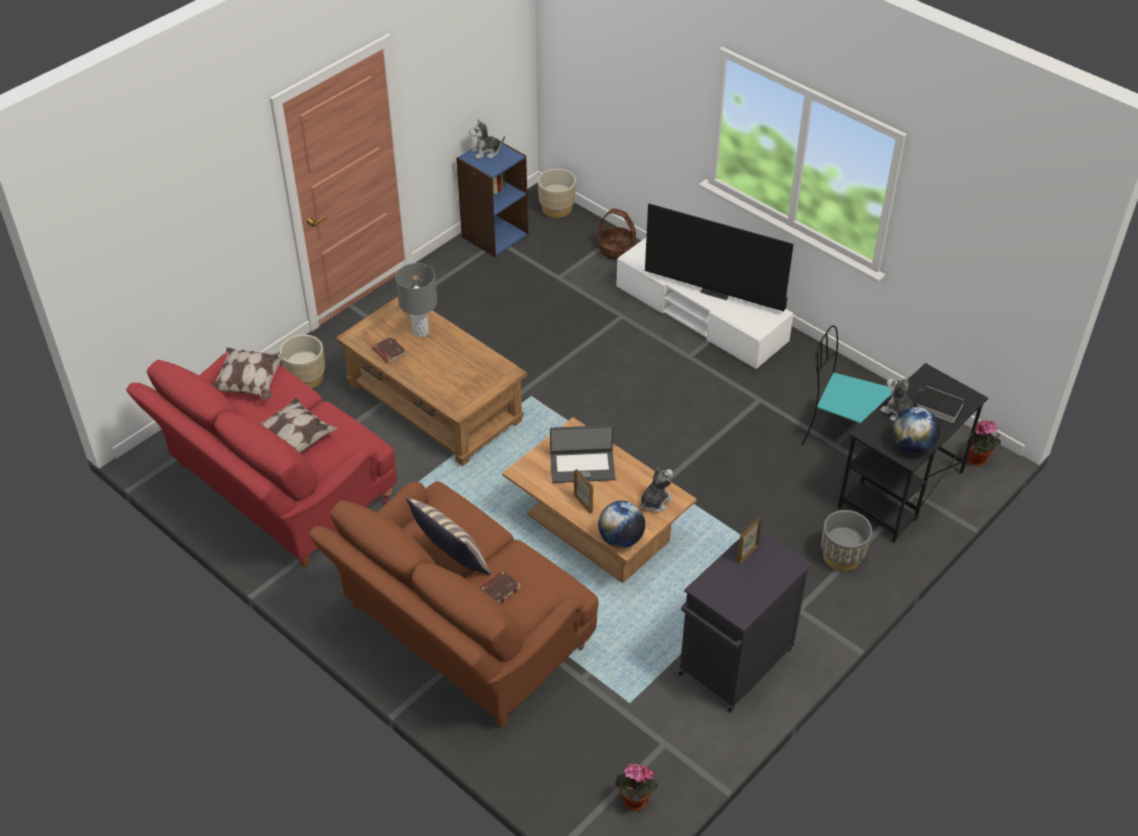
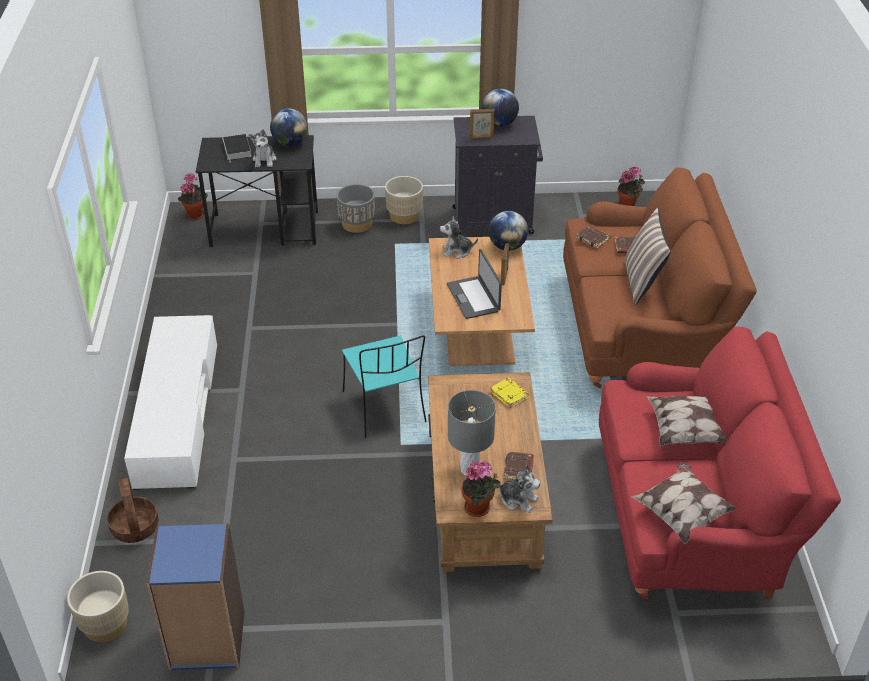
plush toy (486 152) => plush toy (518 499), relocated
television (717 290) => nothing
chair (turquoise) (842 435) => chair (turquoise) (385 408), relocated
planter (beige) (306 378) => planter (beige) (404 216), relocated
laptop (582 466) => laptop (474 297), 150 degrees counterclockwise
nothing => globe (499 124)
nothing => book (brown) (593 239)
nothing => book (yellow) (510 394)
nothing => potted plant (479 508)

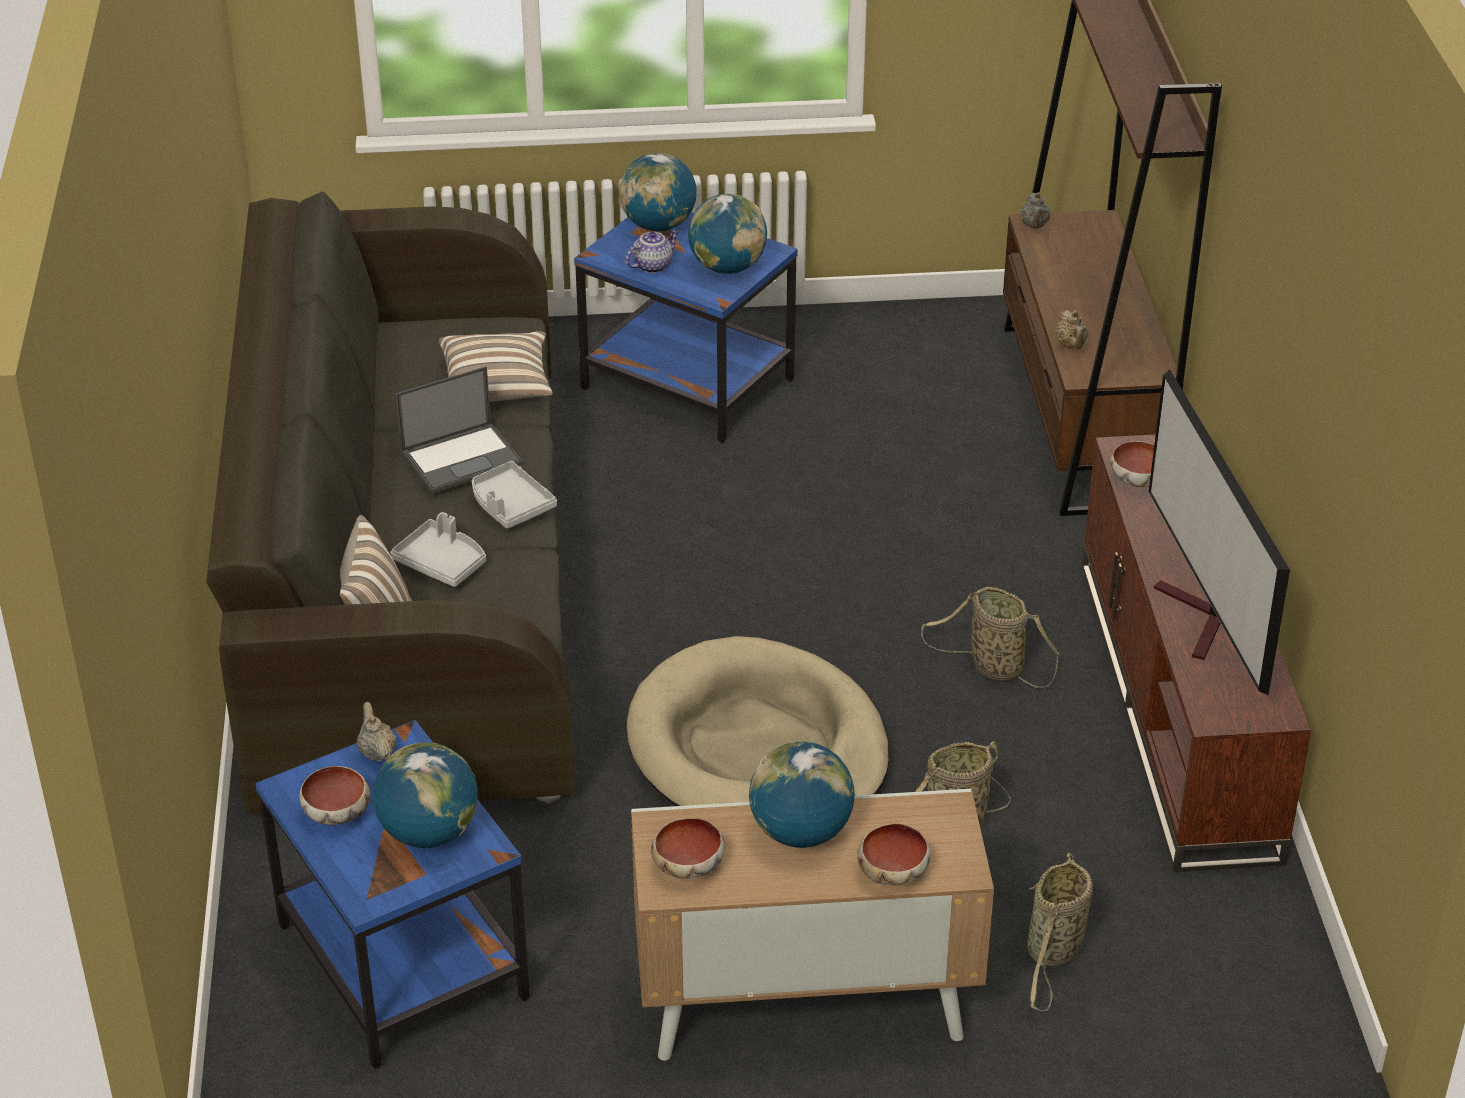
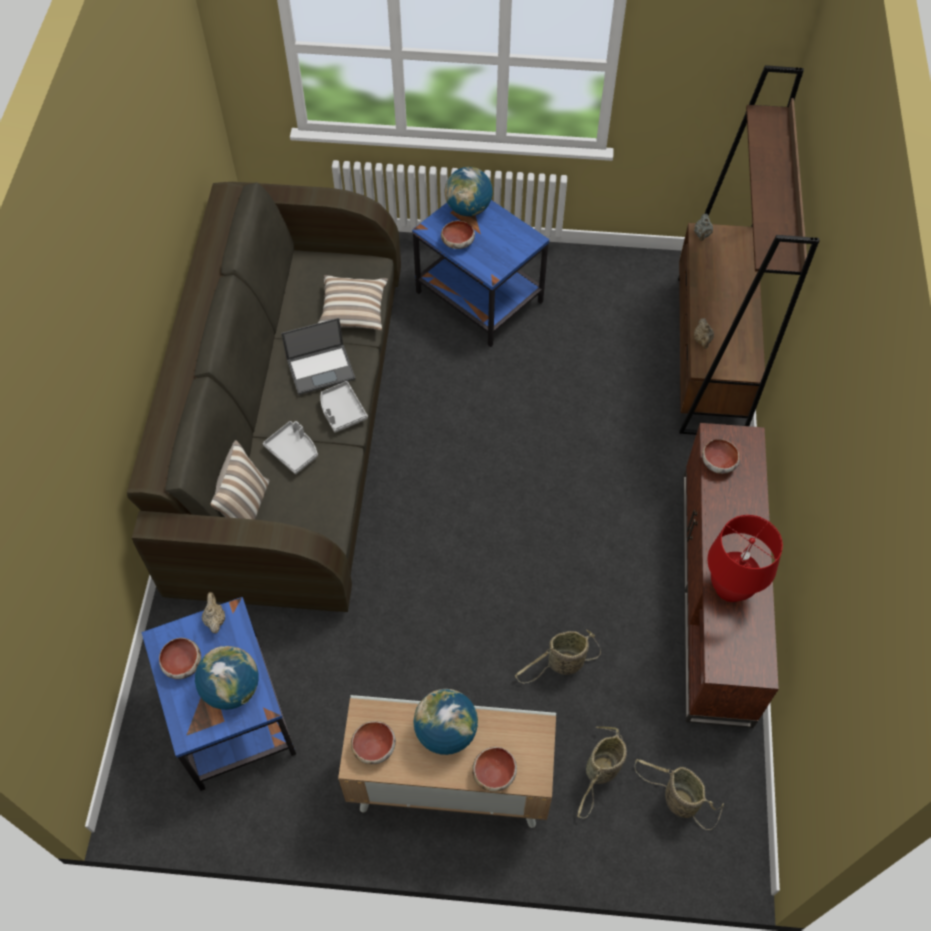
globe (727 268) => nothing
teapot (653 265) => bowl (458 242)
television (1201 620) => table lamp (red) (731 587)
basket (992 666) => basket (677 799), relocated
dog bed (beige) (758 749) => nothing

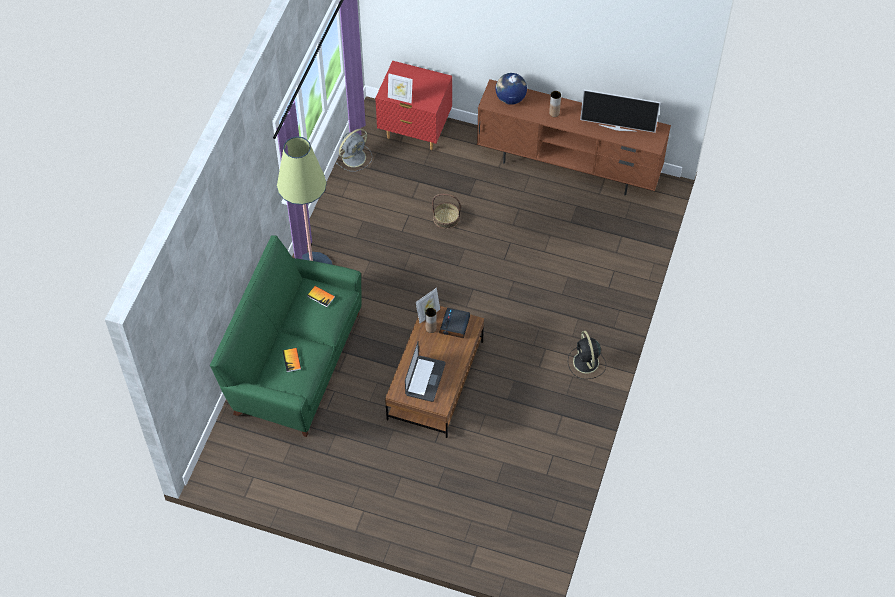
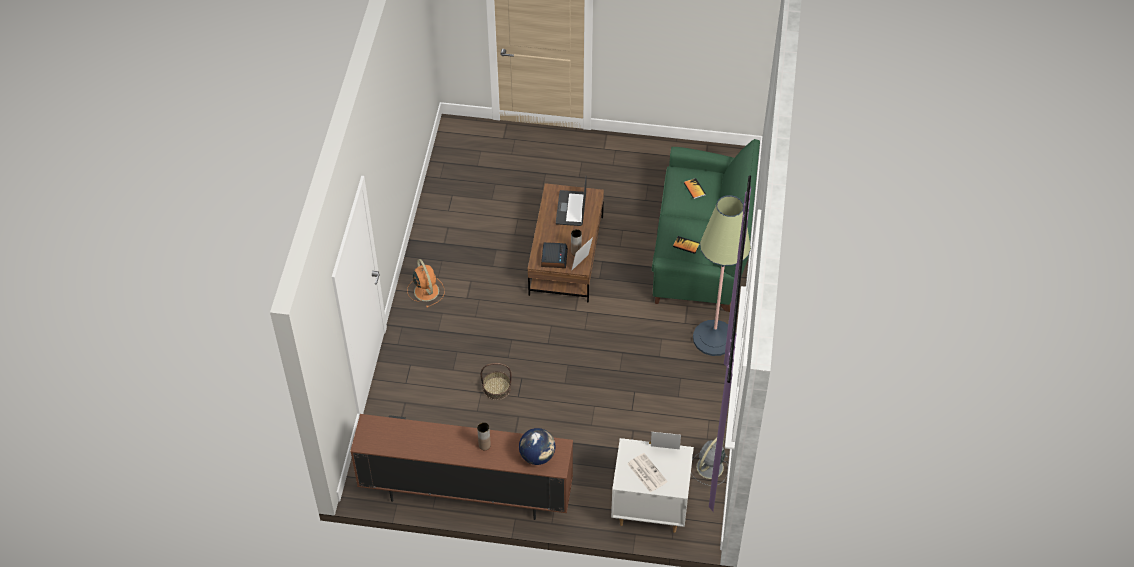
nightstand (red) (415 131) => nightstand (white) (650 510)
television (617 127) => nothing
basket (446 218) => basket (496 388), relocated
fan (black) (586 363) => fan (orange) (426 290)
nothing => newspaper (646 472)

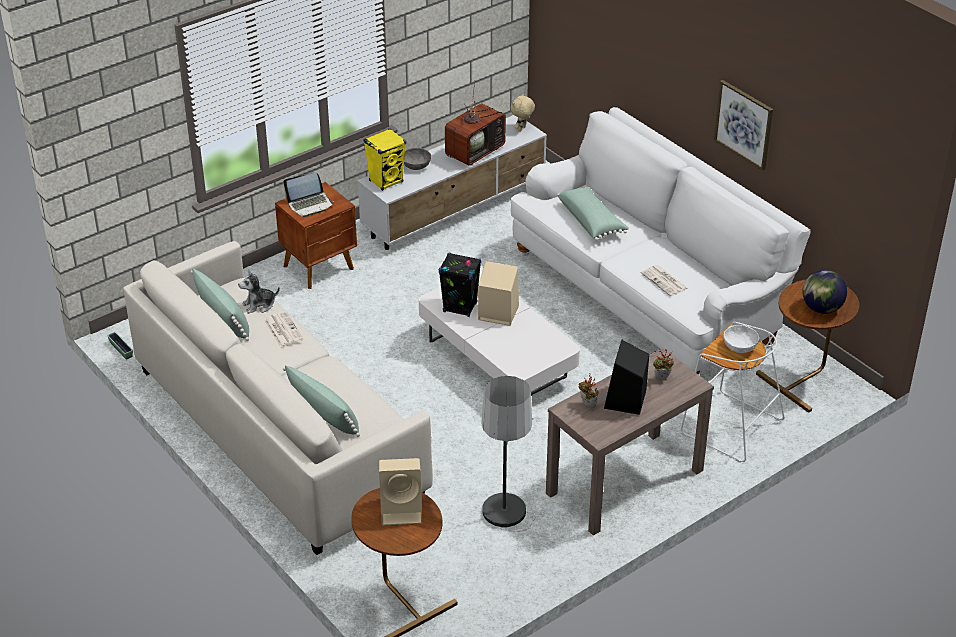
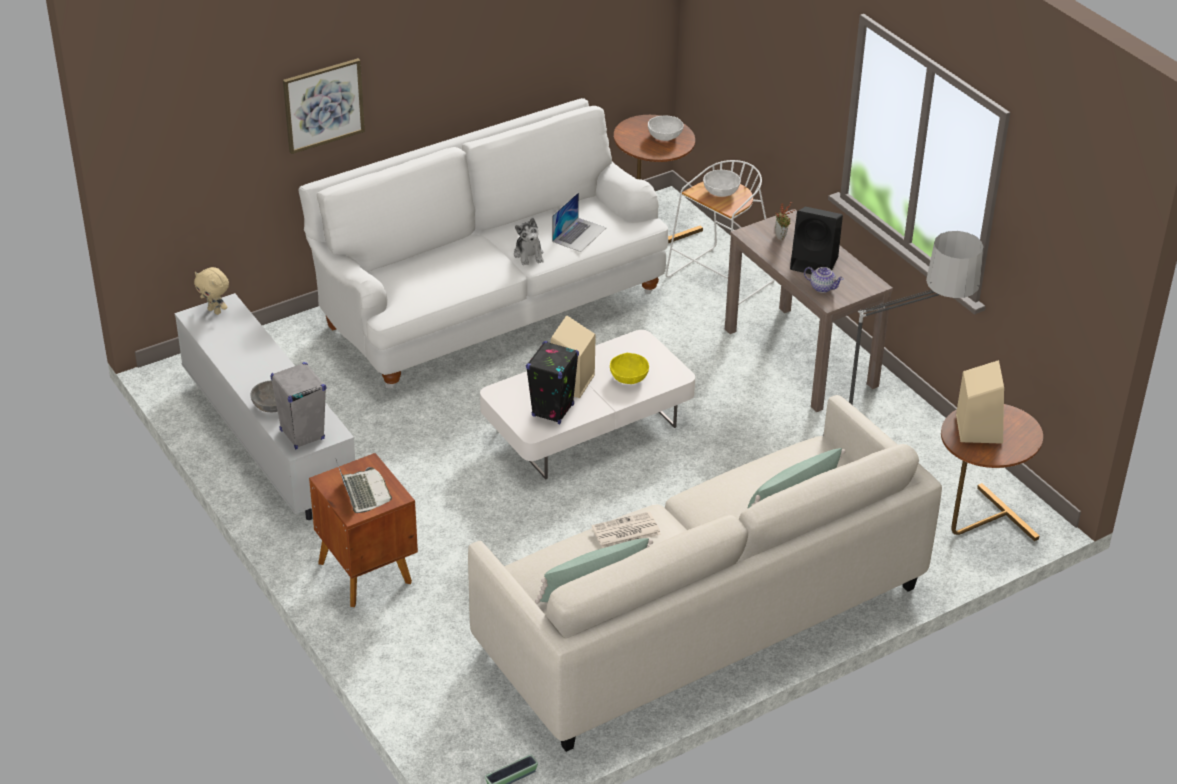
picture (744 124) => picture (323 105), relocated
television (475 151) => nothing
speaker (yellow) (386 181) => speaker (grey) (302 434)
pillow (green) (591 221) => nothing
newspaper (665 281) => laptop (579 234)
plush toy (259 305) => plush toy (529 255), relocated
globe (821 308) => bowl (white) (665 136)
potted plant (587 405) => teapot (822 287)
nothing => bowl (yellow) (629 377)

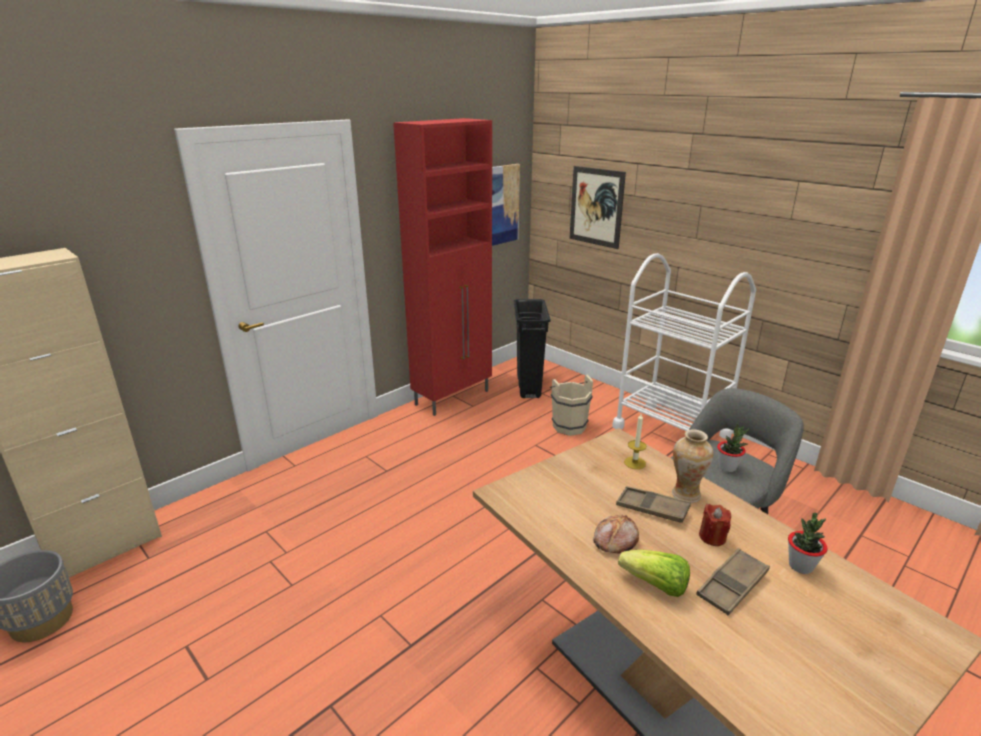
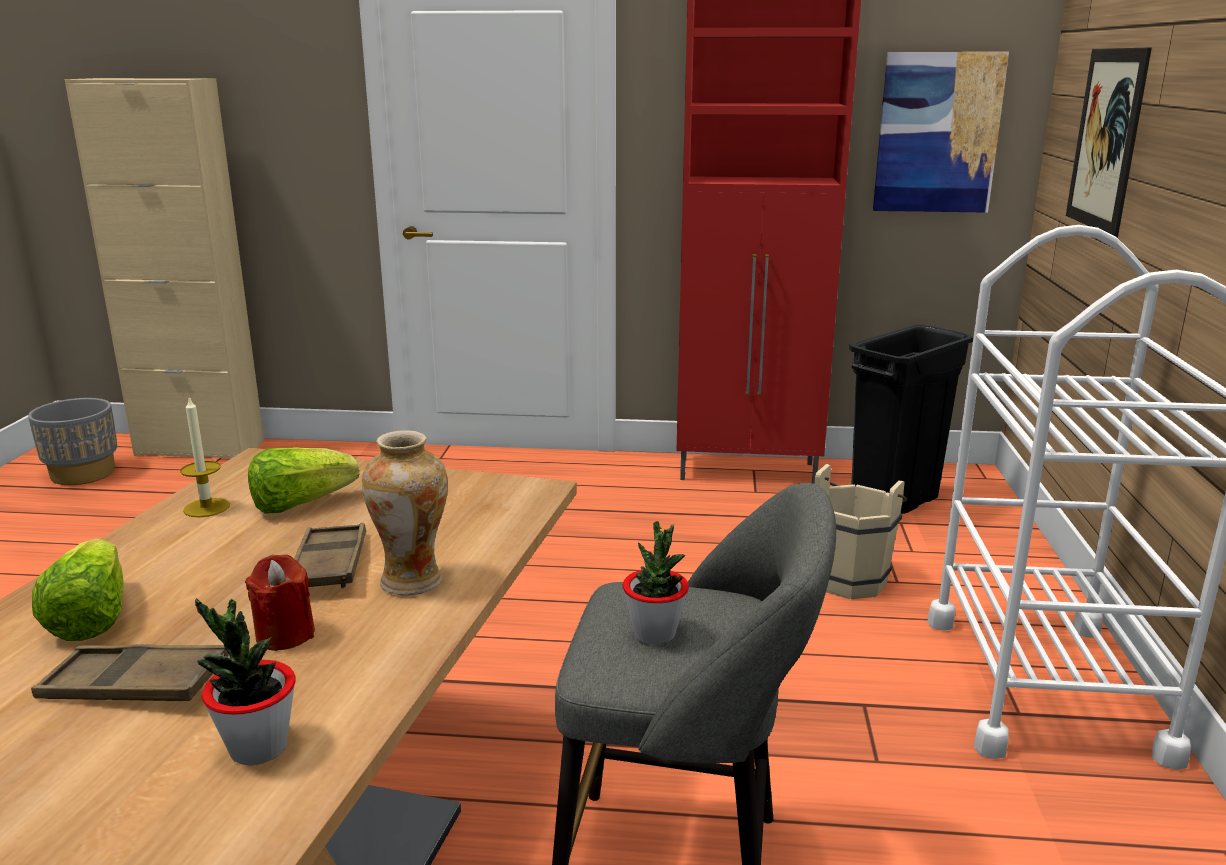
candle (634 463) => candle (206 507), relocated
bread (614 540) => nothing
nothing => lettuce (300 504)

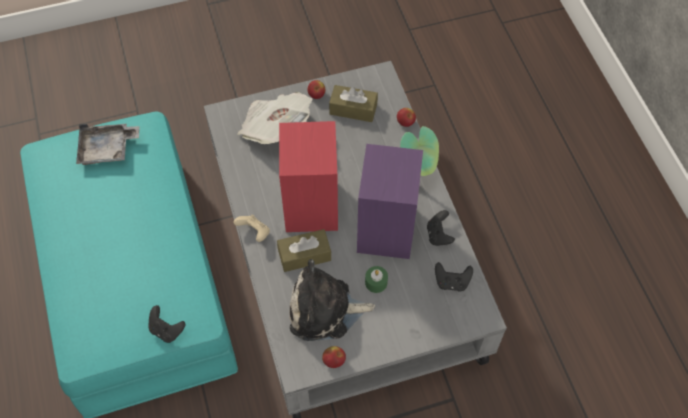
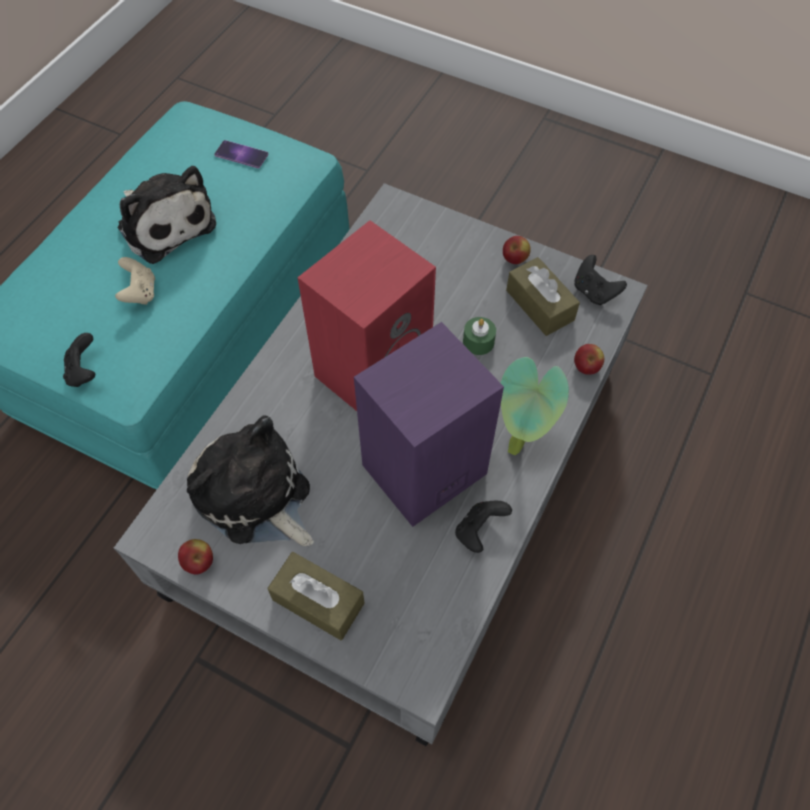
newspaper (275 128) => nothing
tray (grey) (107 149) => phone (241 154)
game controller (beige) (254 233) => game controller (beige) (140 293), relocated
tissue box (brown) (304 255) => tissue box (brown) (318 601), relocated
game controller (black) (451 282) => game controller (black) (594 292), relocated
candle (green) (376 282) => candle (green) (478 342), relocated
nothing => plush toy (165 223)

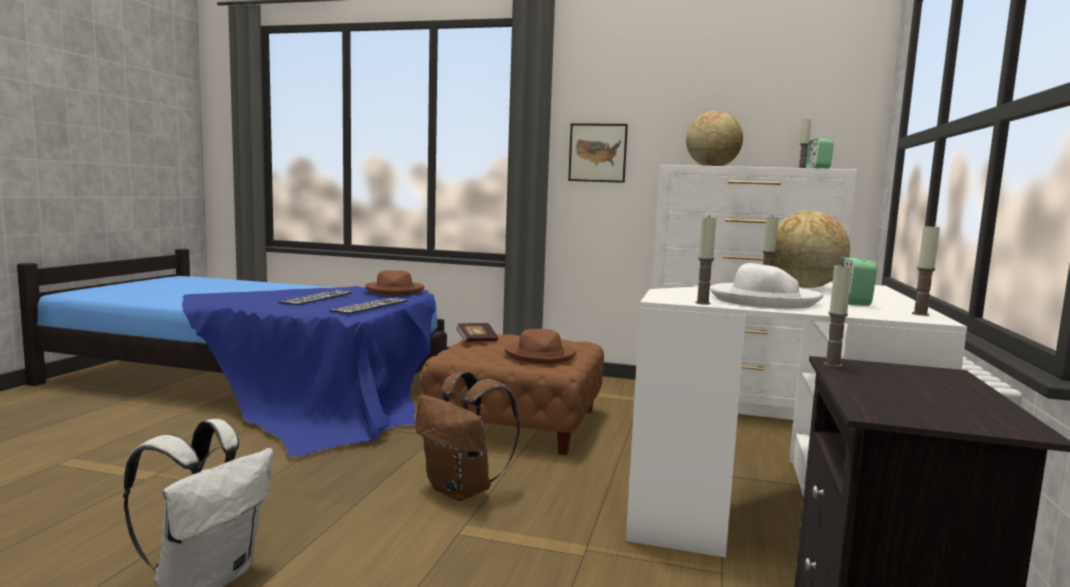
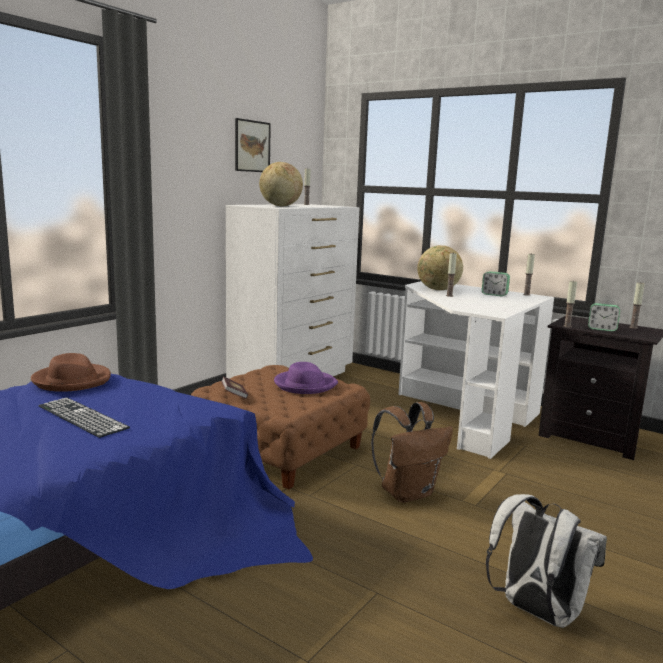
picture (597 153) => picture (252 146), relocated
alarm clock (817 169) => alarm clock (602 329), relocated
candle (702 303) => candle (633 327), relocated
hat (white) (763 300) => nothing
keyboard (370 306) => nothing
hat (brown) (540 355) => hat (purple) (305 385)

